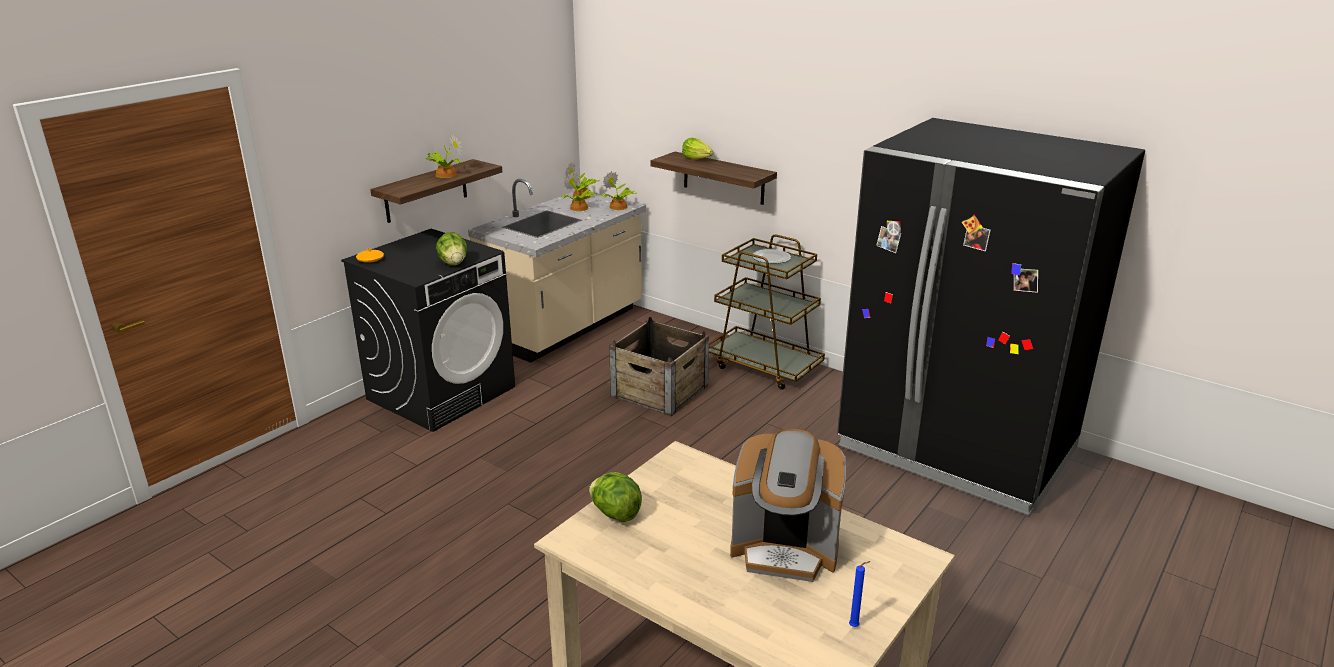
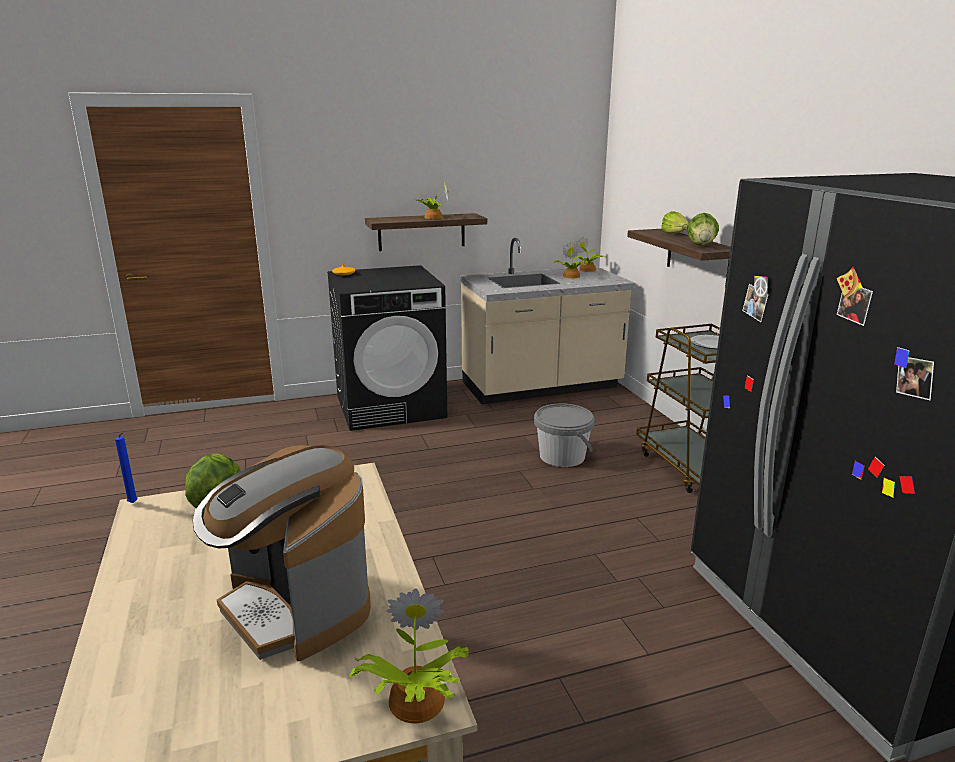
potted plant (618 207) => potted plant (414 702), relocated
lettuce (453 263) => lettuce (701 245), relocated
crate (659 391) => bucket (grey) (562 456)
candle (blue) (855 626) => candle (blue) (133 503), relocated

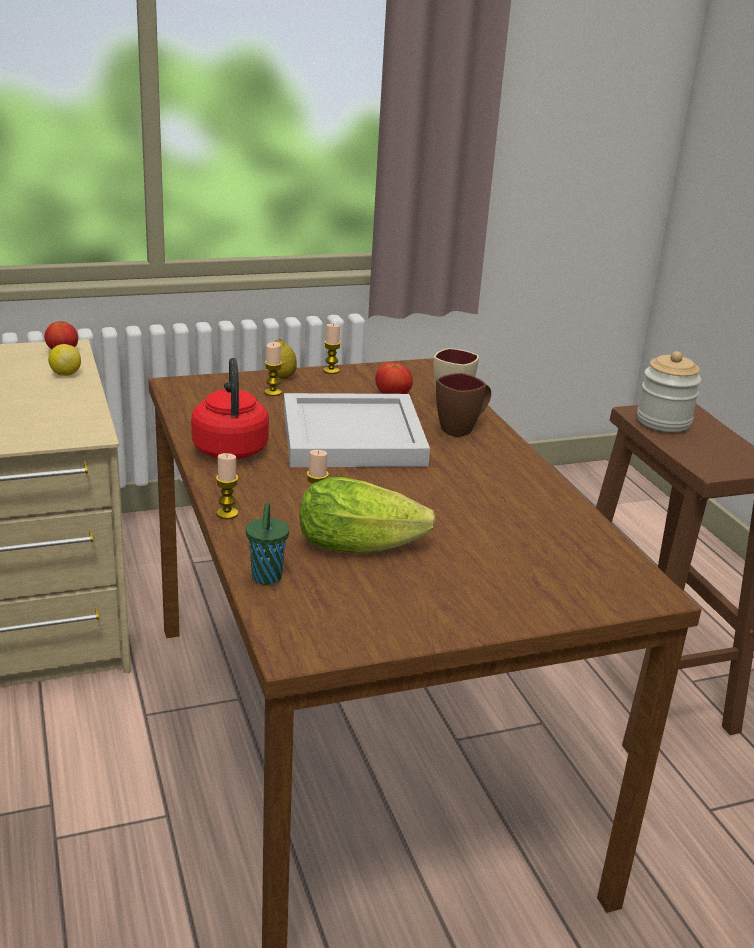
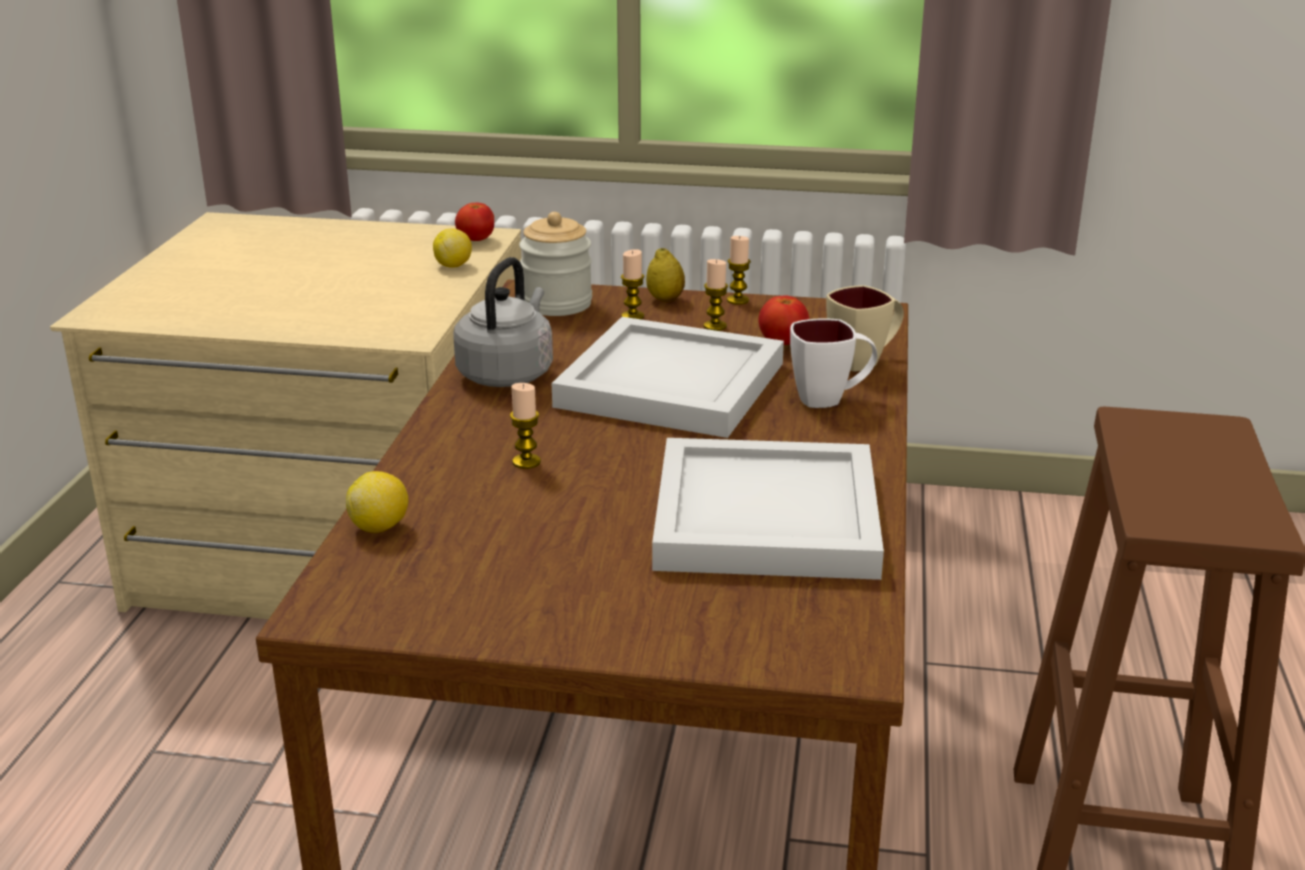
jar (663 421) => jar (557 304), relocated
kettle (red) (230 448) => kettle (grey) (507 373)
mug (brown) (462 429) => mug (white) (831 399)
candle (227 514) => candle (715 326), relocated
lettuce (366 545) => nothing
cup (green) (266 578) => lemon (380 527)
nothing => tray (white) (762 519)

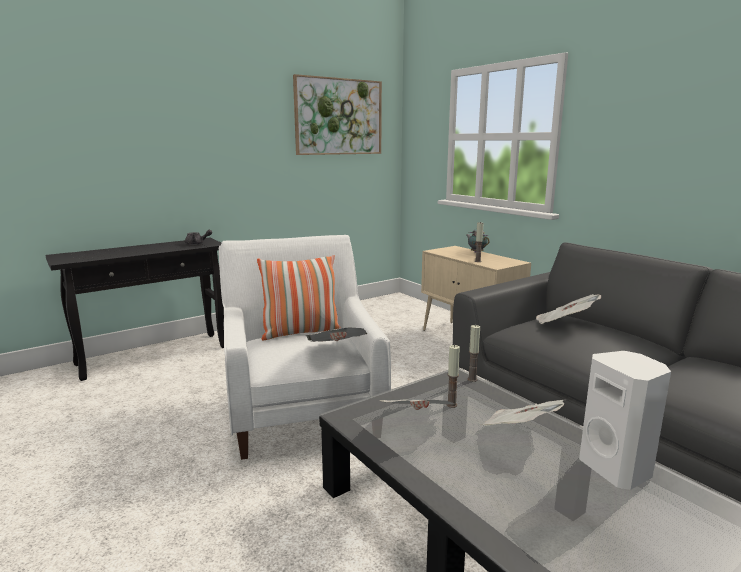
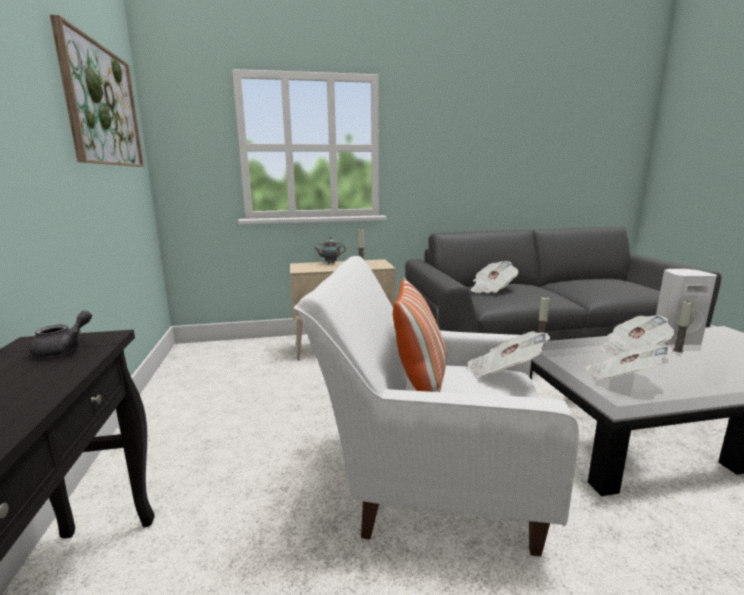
candle (451 405) => candle (678 350), relocated

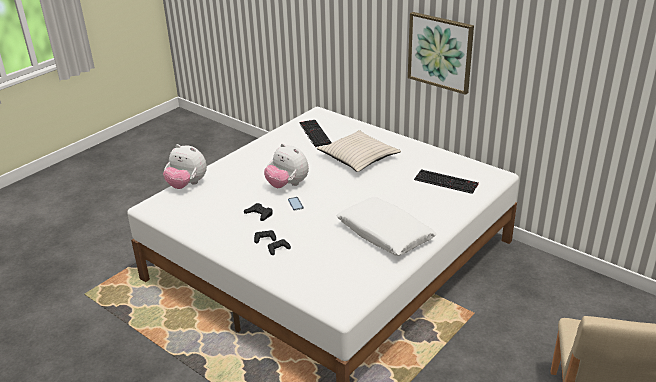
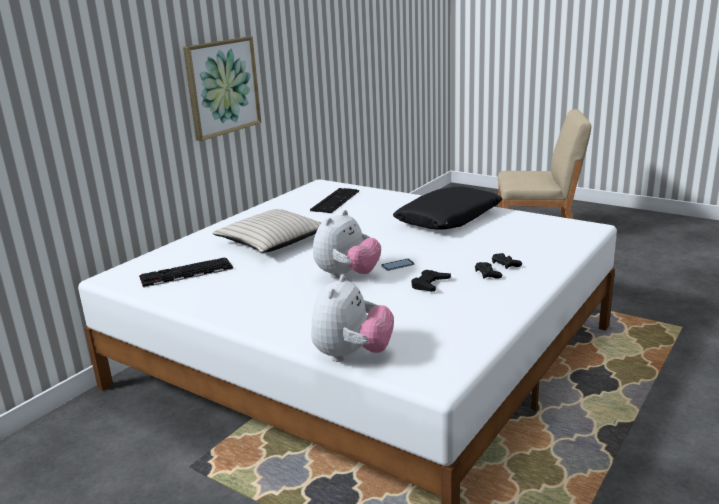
pillow (white) (384 234) => pillow (black) (448 219)

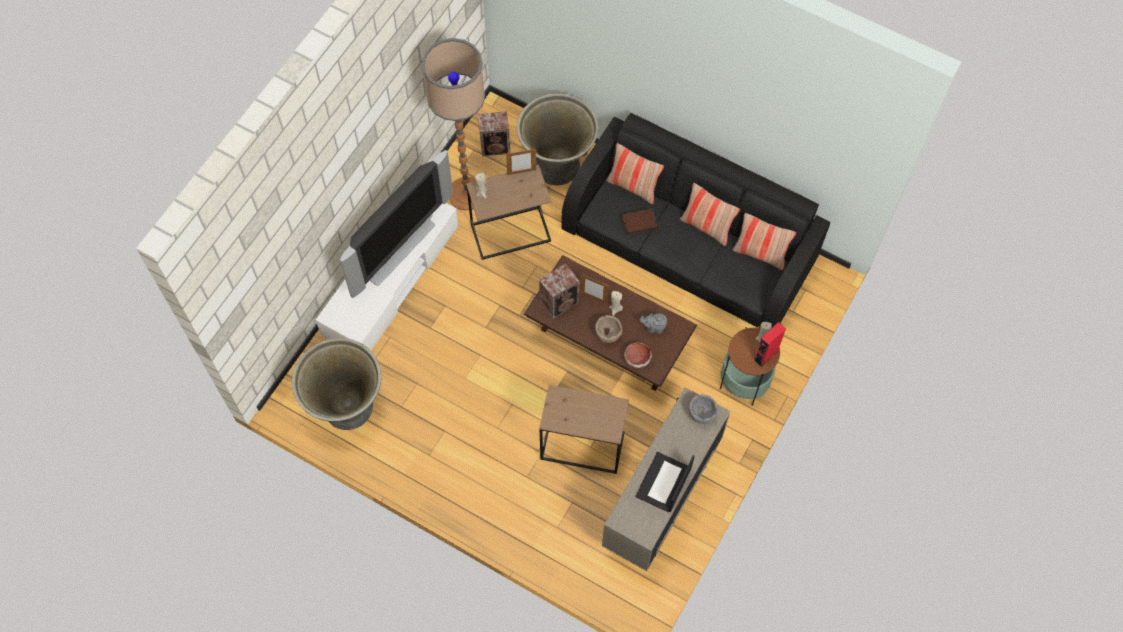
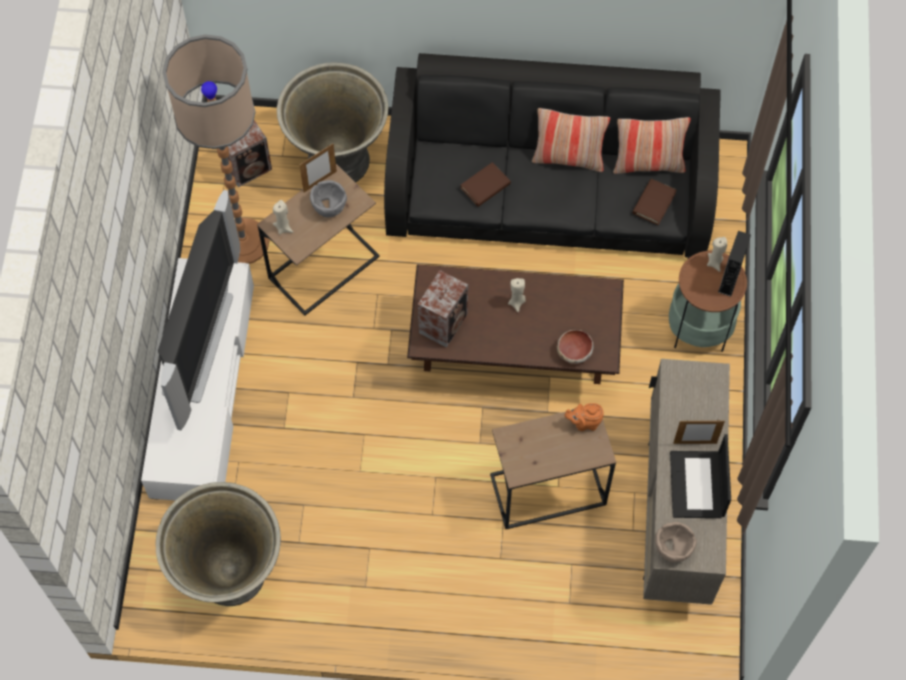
pillow (633 186) => nothing
picture frame (593 297) => picture frame (695 443), relocated
teapot (grey) (654 327) => nothing
bowl (brown) (607 334) => bowl (brown) (672 548), relocated
speaker (red) (766 355) => speaker (black) (729 280)
bowl (grey) (701 414) => bowl (grey) (328 207), relocated
nothing => book (brown) (654 203)
nothing => teapot (orange) (584 423)

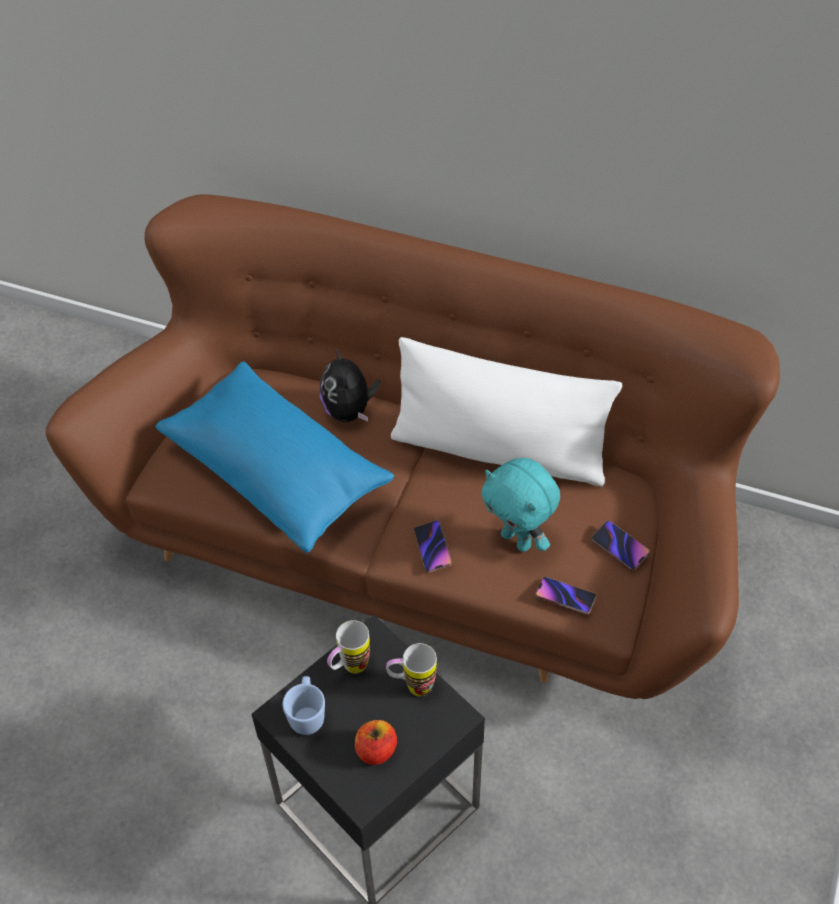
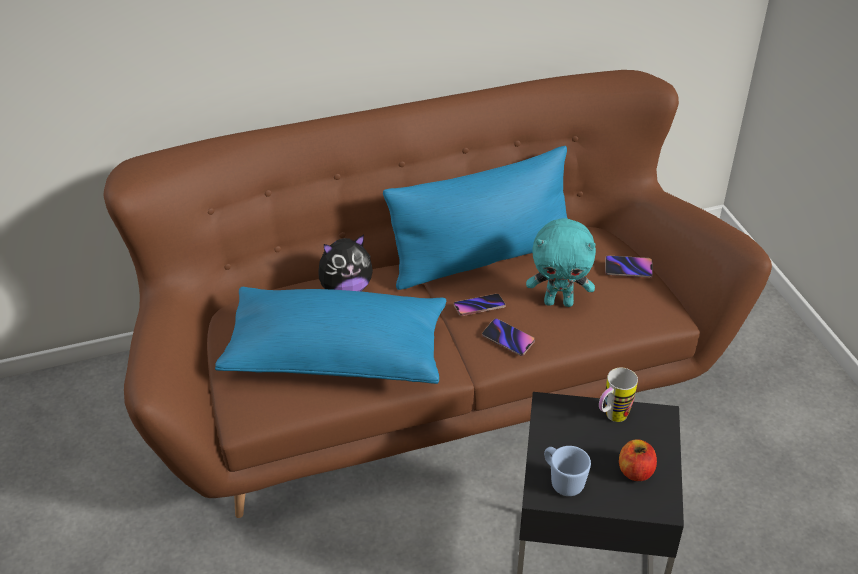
pillow (white) (499 450) => pillow (blue) (482 257)
plush toy (349 411) => plush toy (345 289), 60 degrees counterclockwise
phone (565 597) => phone (479 307), relocated
mug (349 668) => nothing

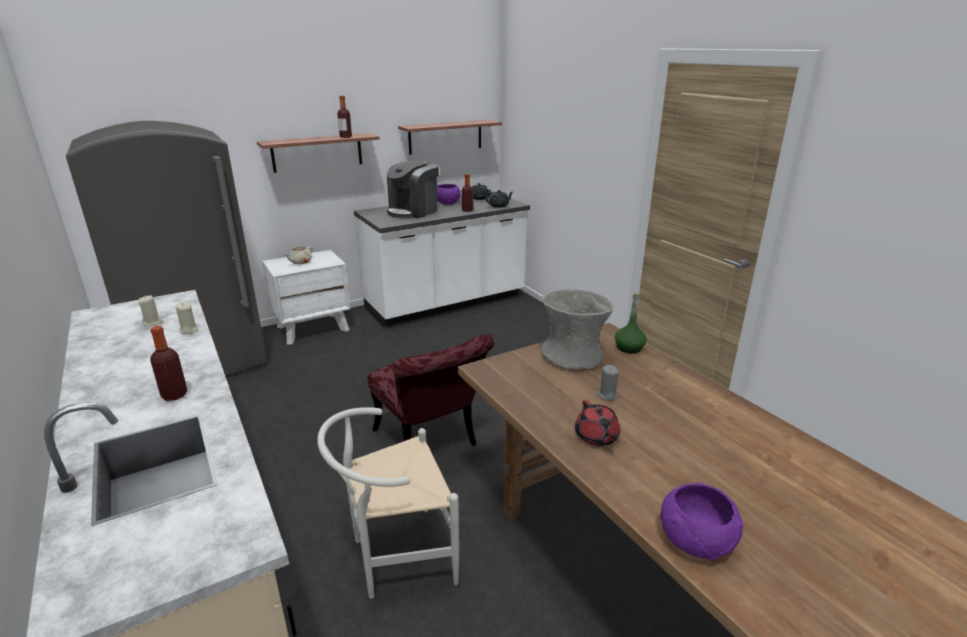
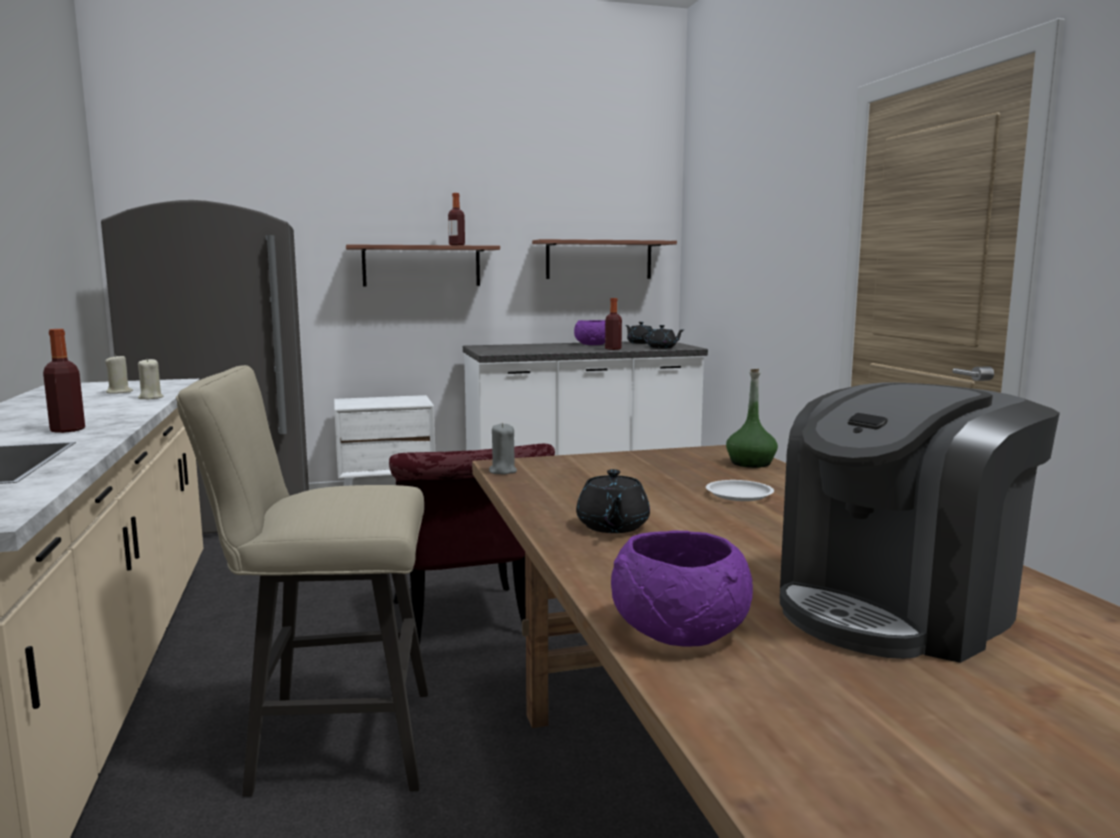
coffee machine (413 211) => coffee machine (898 608), relocated
teapot (beige) (300 262) => nothing
vase (grey) (573 355) => nothing
candle (grey) (607 395) => candle (grey) (502 471), relocated
teapot (red) (596 437) => teapot (black) (612 526)
chair (white) (395 557) => stool (beige) (328 743)
nothing => plate (white) (740 495)

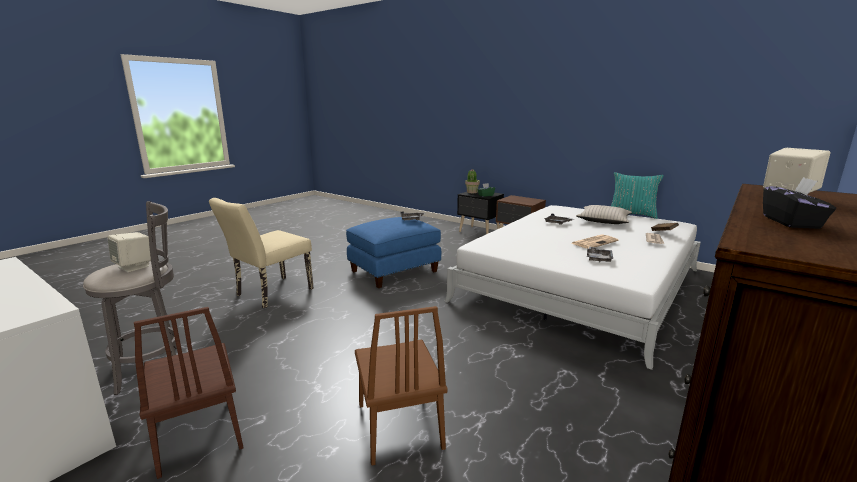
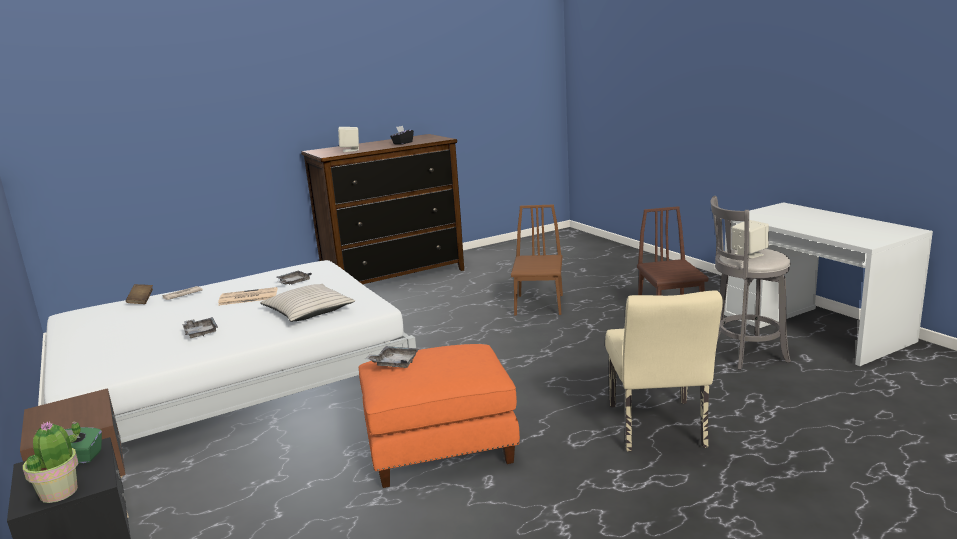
pillow (turquoise) (632 214) => nothing
chair (beige) (269 294) => chair (beige) (658 430), 120 degrees clockwise
pillow (beige) (603 220) => pillow (beige) (308 311), relocated
ottoman (blue) (394 271) => ottoman (orange) (440 448)

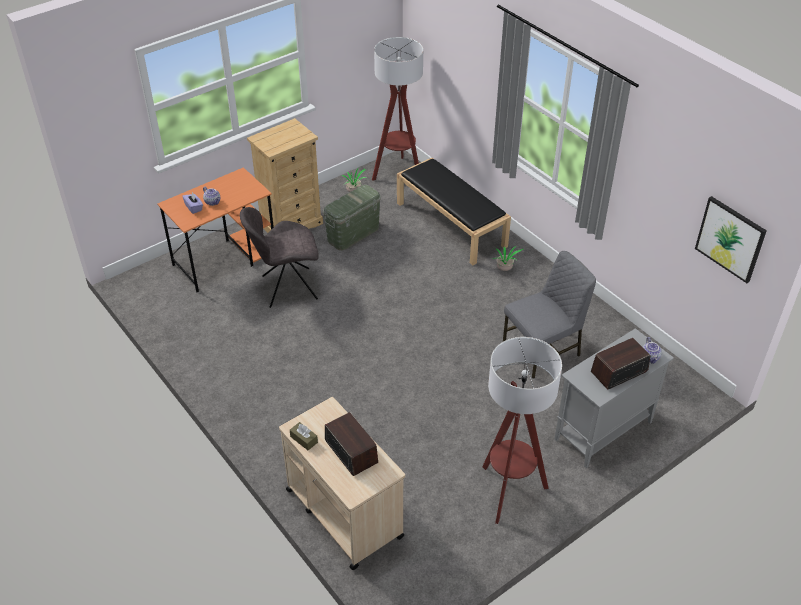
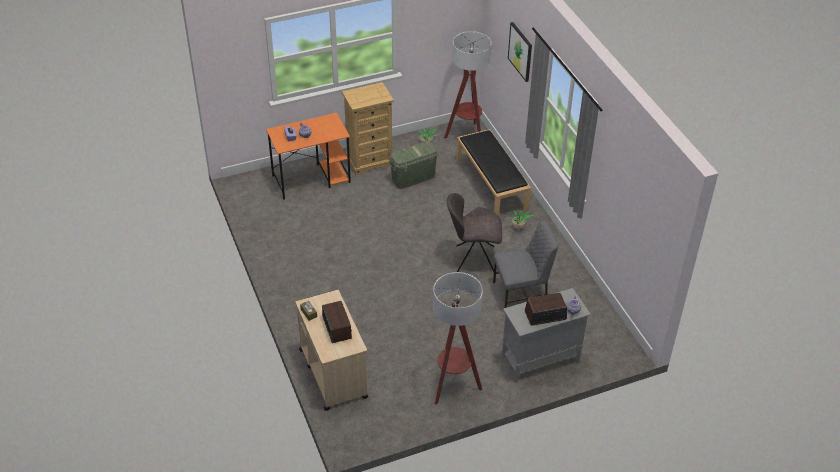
picture (730 239) => picture (520 51), relocated
chair (grey) (287 288) => chair (grey) (473 259), relocated

